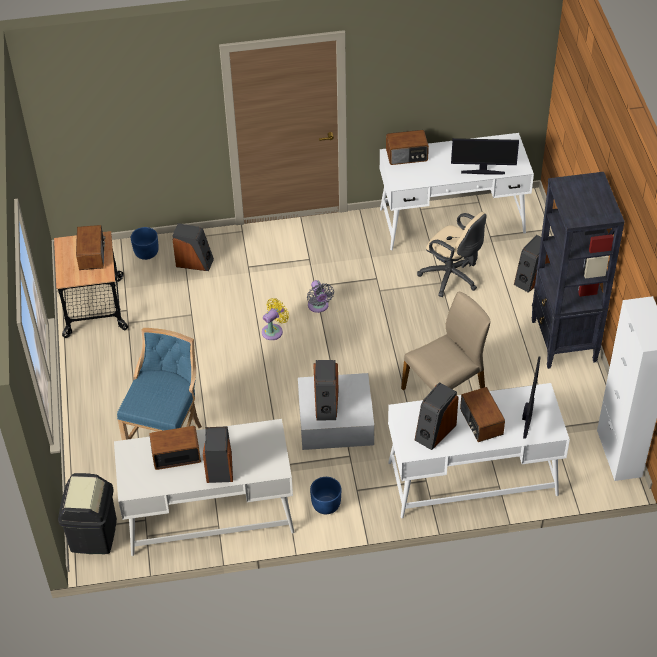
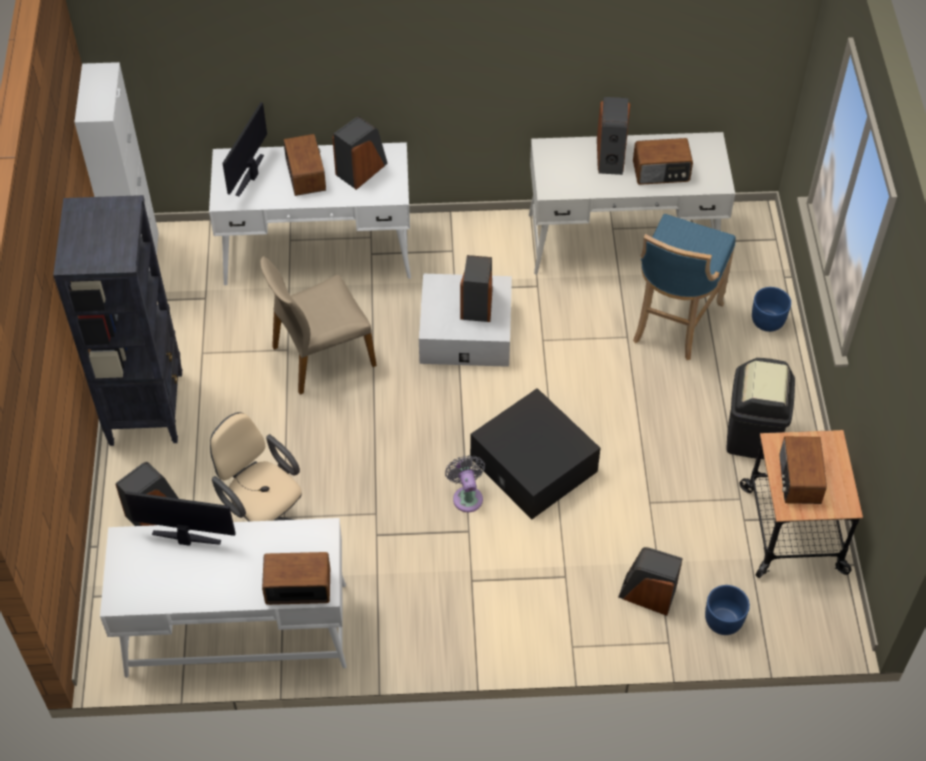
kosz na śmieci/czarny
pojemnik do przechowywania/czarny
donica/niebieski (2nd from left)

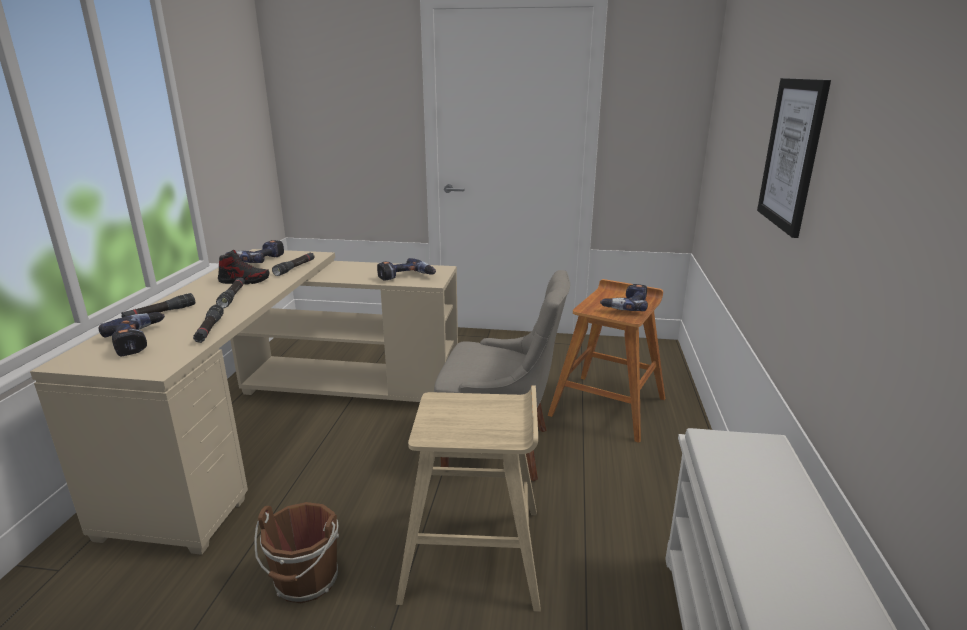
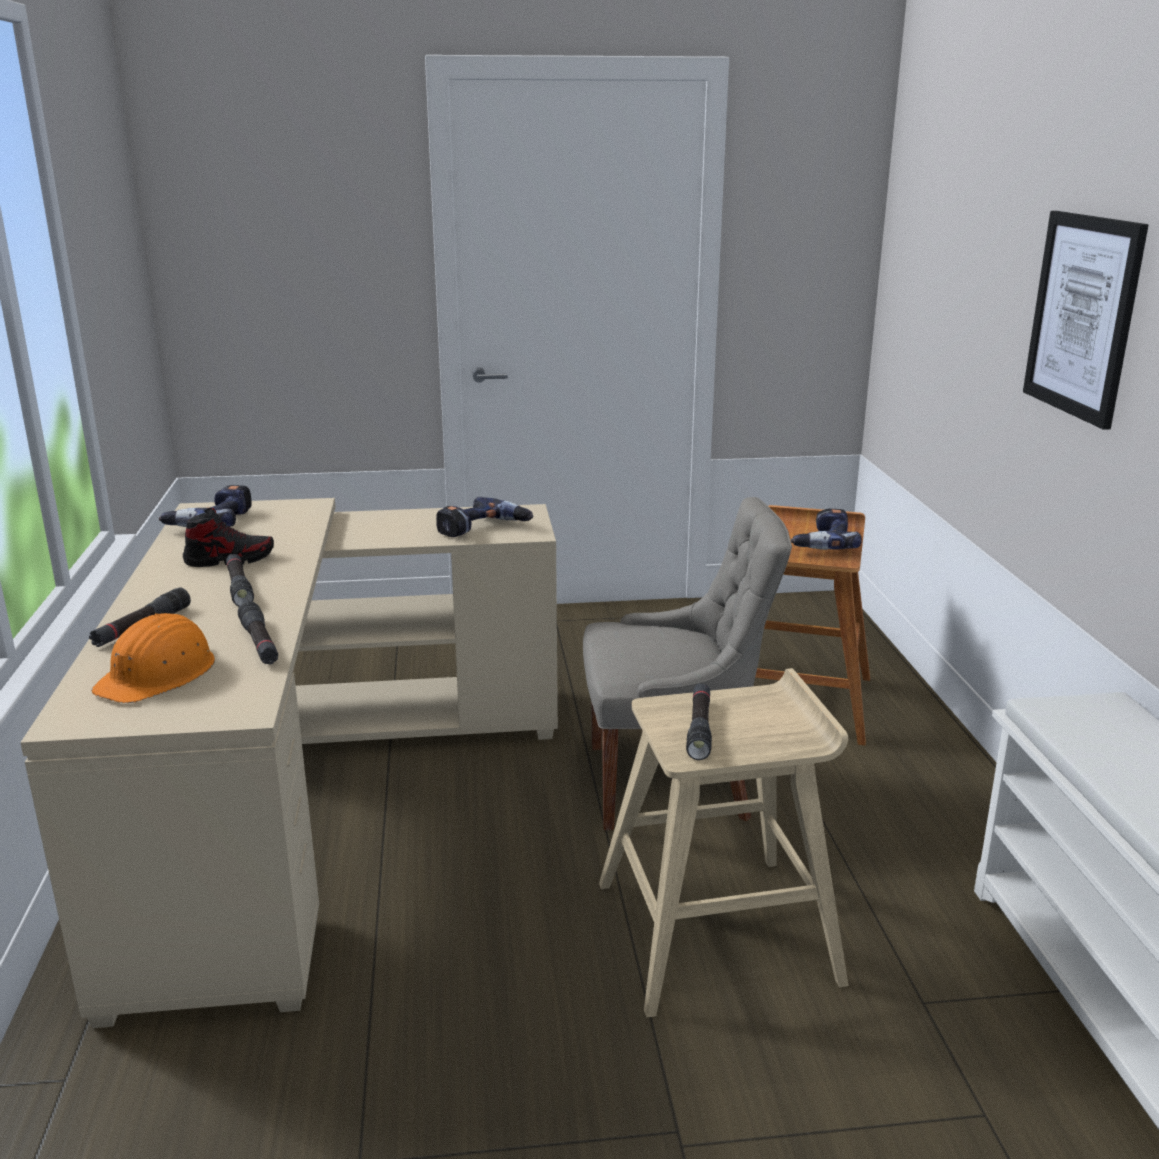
kask/pomarańczowy
wiadro/brązowy
latarka/czarny (4th from left)

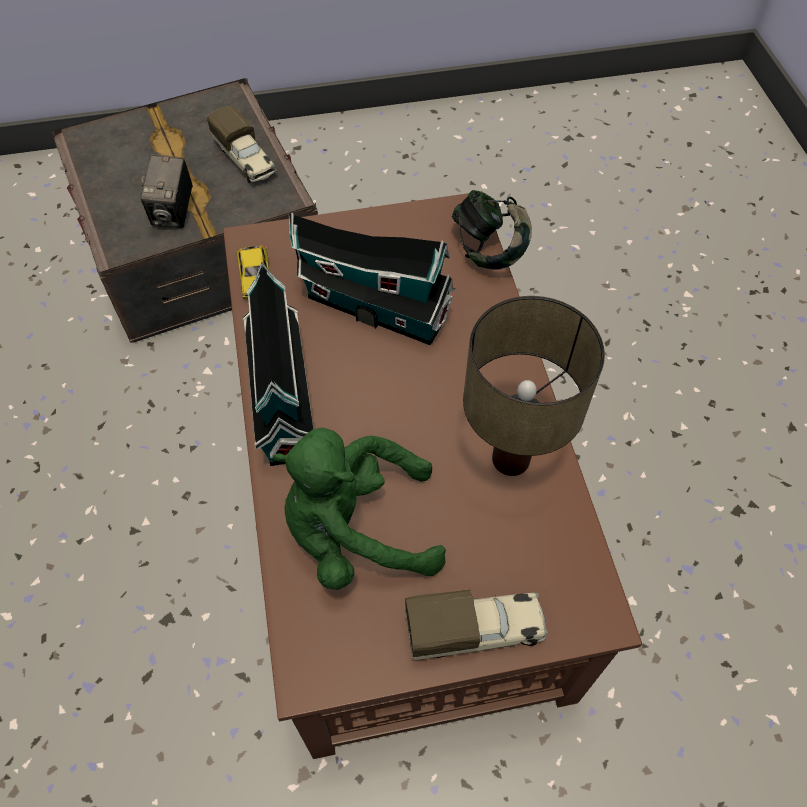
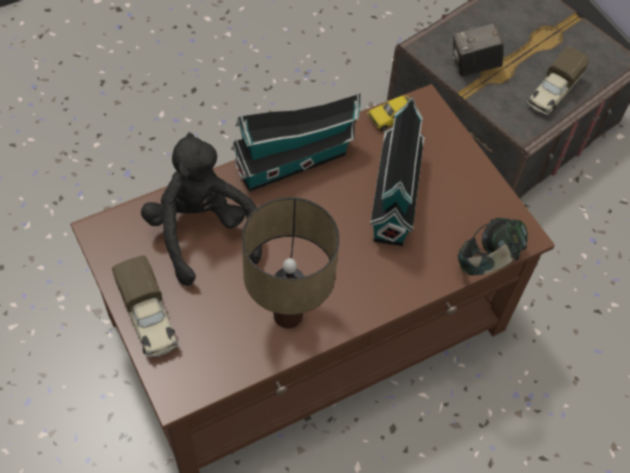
pluszak/czarny

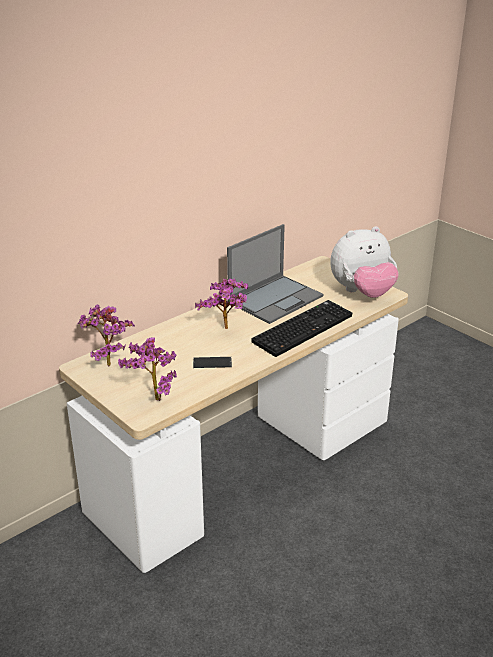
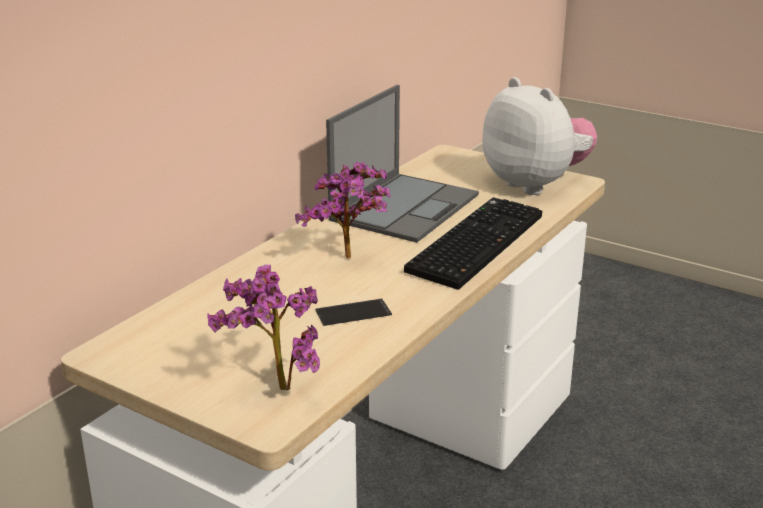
roślina doniczkowa (1st from left in the first image)
pluszak

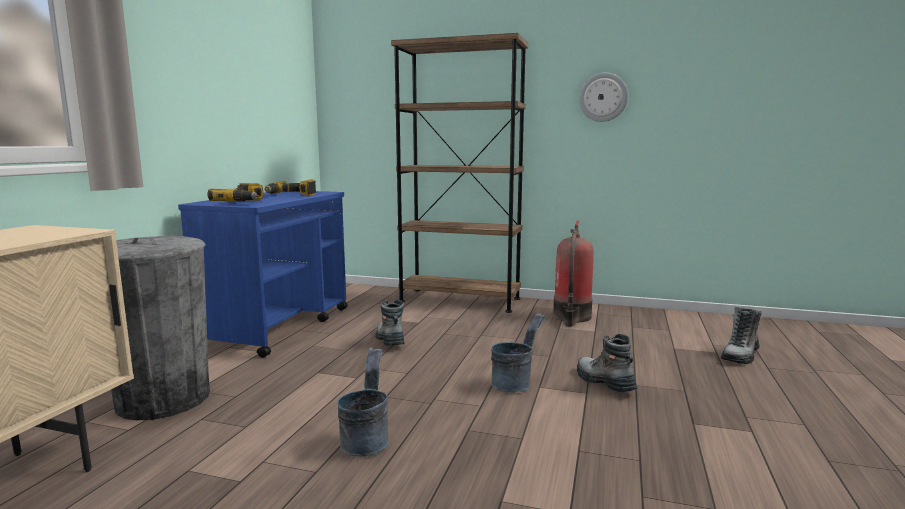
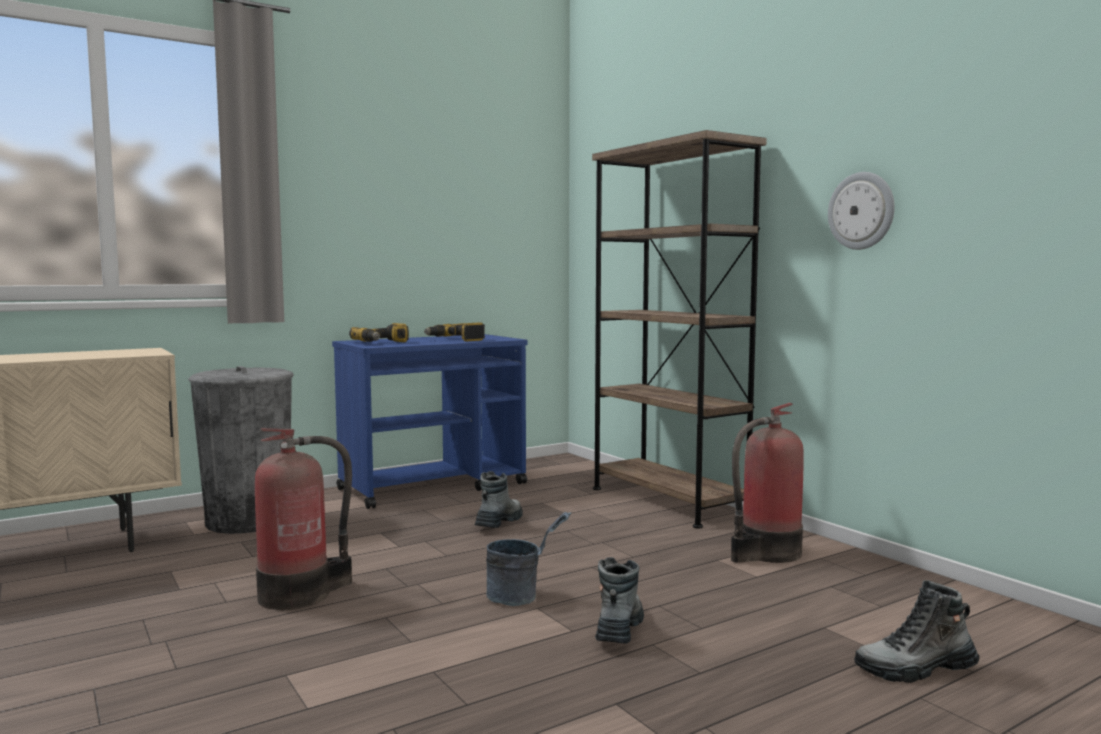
gaśnica (1st from left)

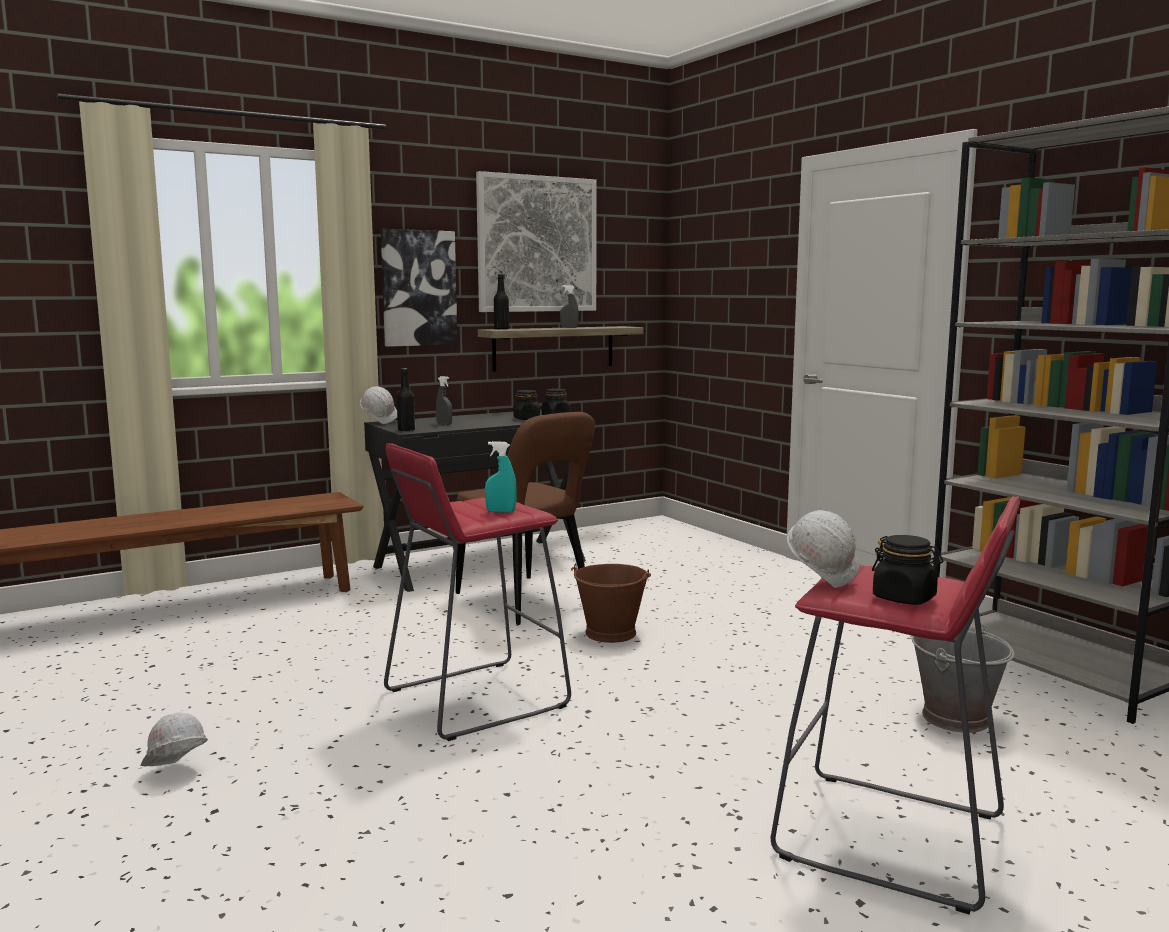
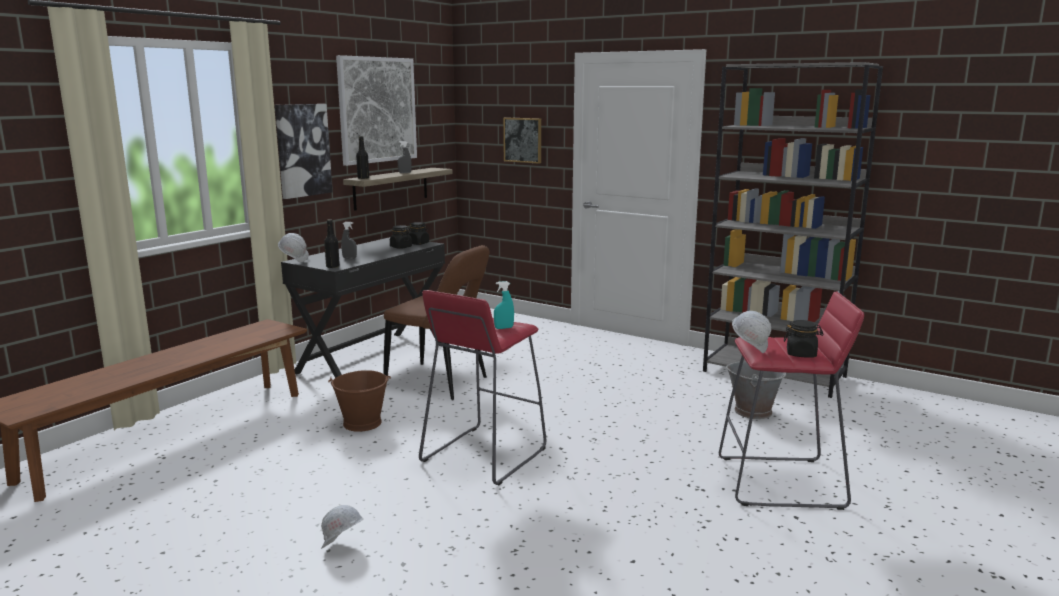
wiadro/brązowy
obraz (3rd from left)

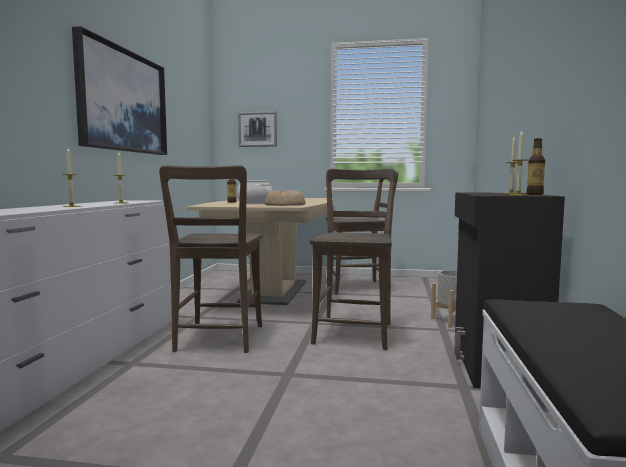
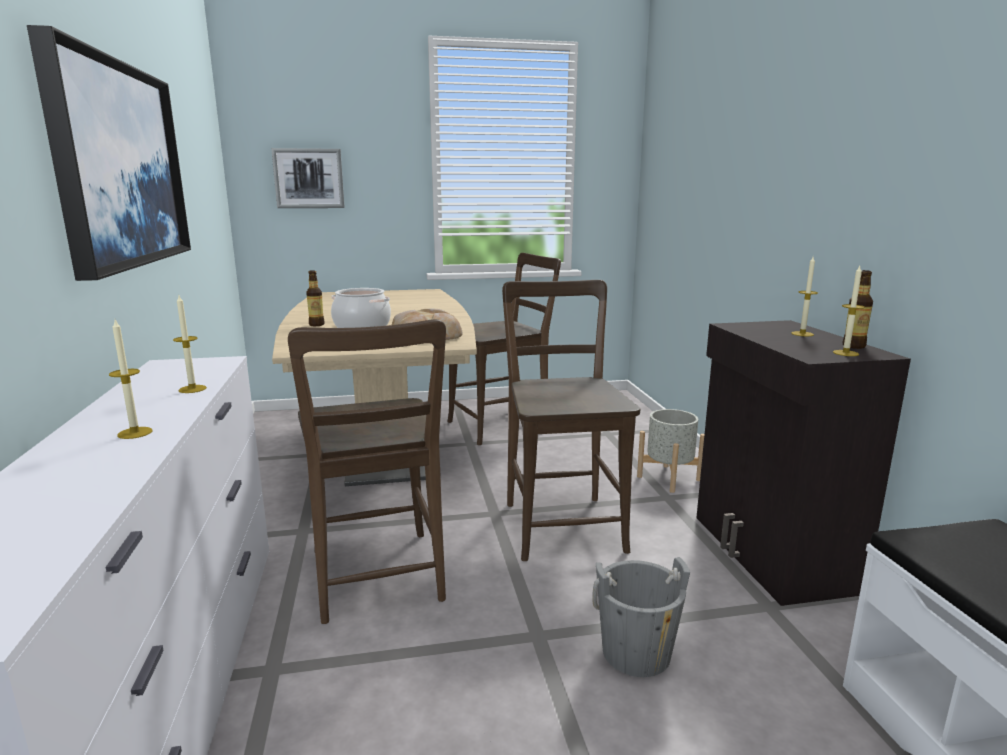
wiadro/szary

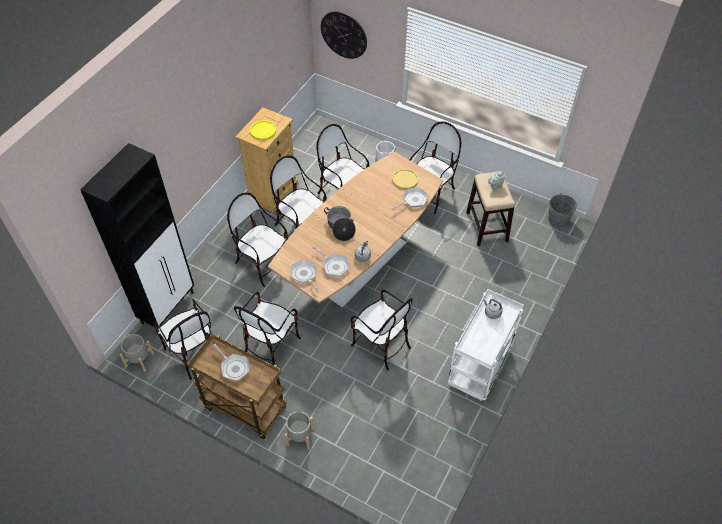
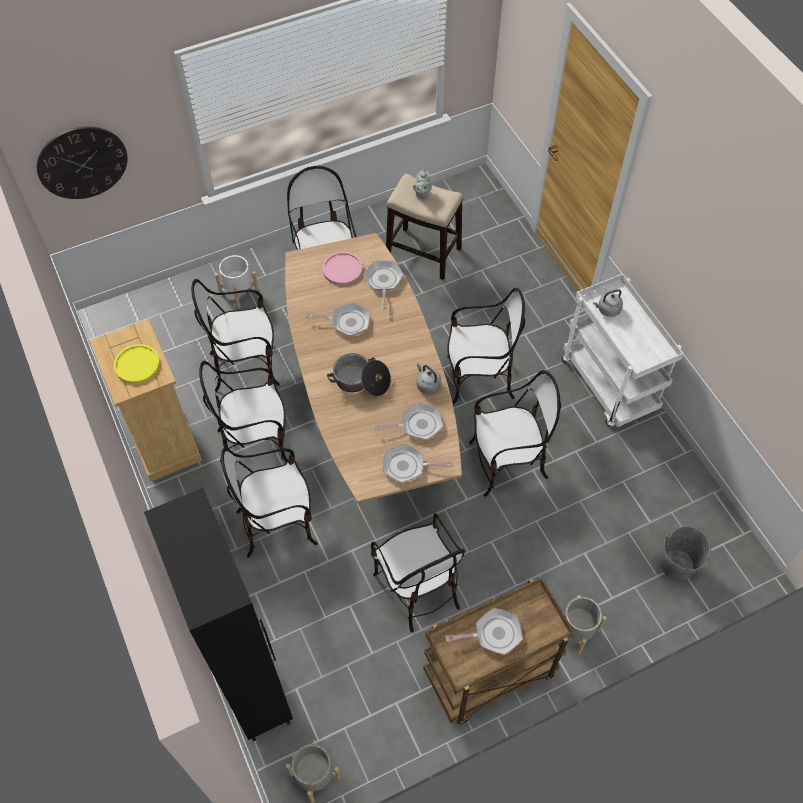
krzesło (6th from left)
talerz/różowy
wiadro/szary
patelnia (1st from left)

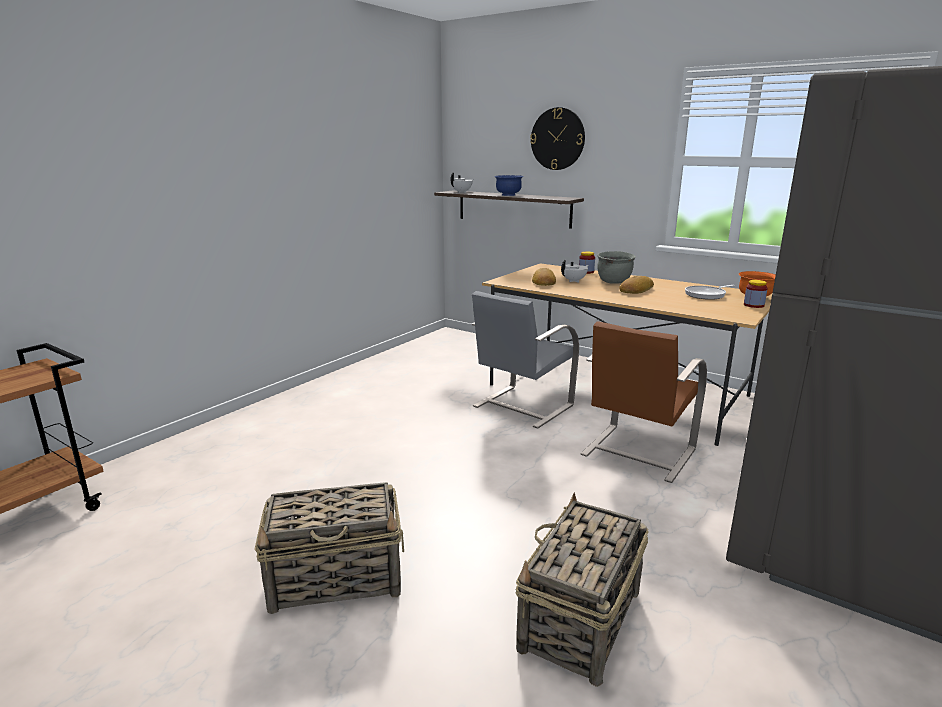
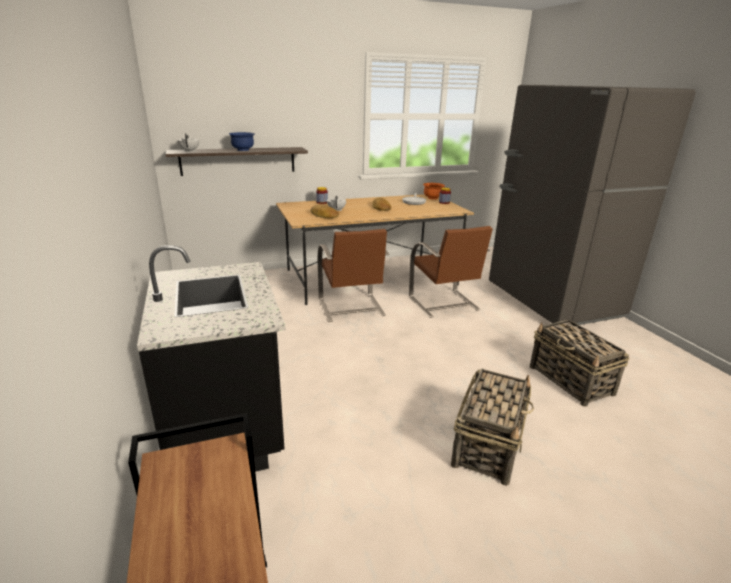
krzesło/brązowy (1st from left)
zegar ścienny
garnek/szary
zabudowa kuchenna/czarny

